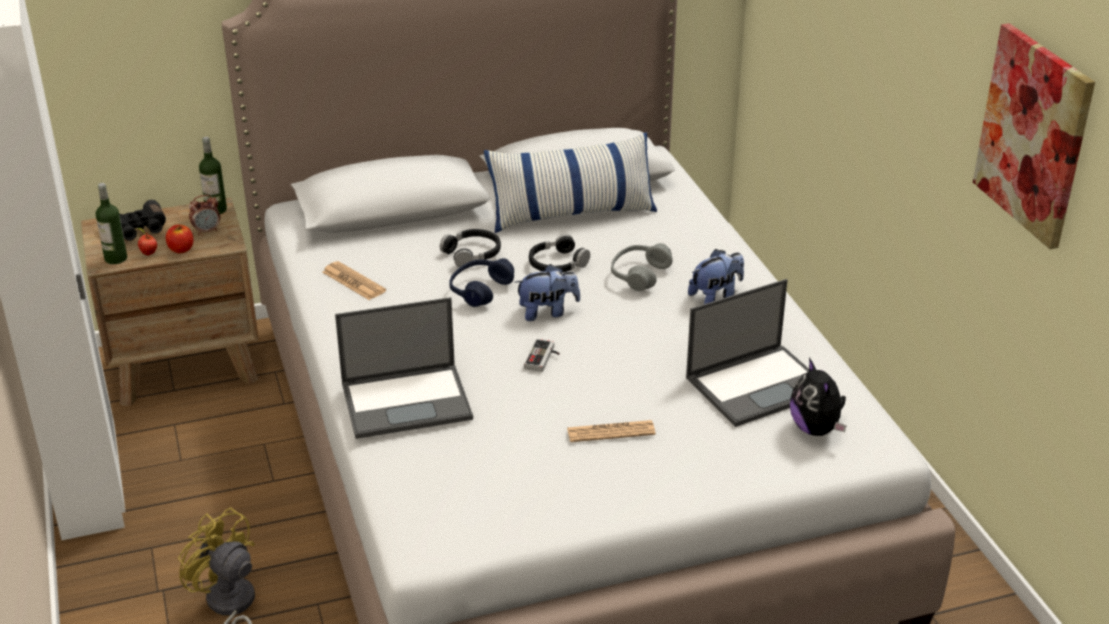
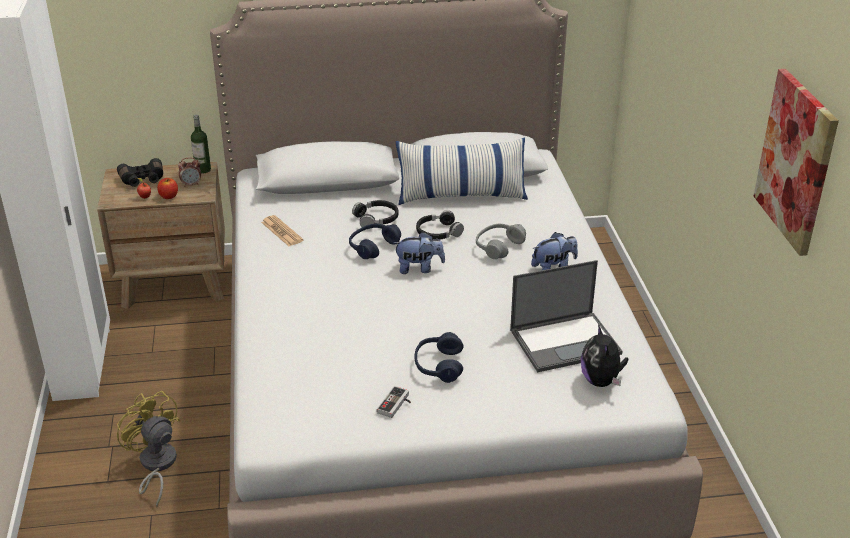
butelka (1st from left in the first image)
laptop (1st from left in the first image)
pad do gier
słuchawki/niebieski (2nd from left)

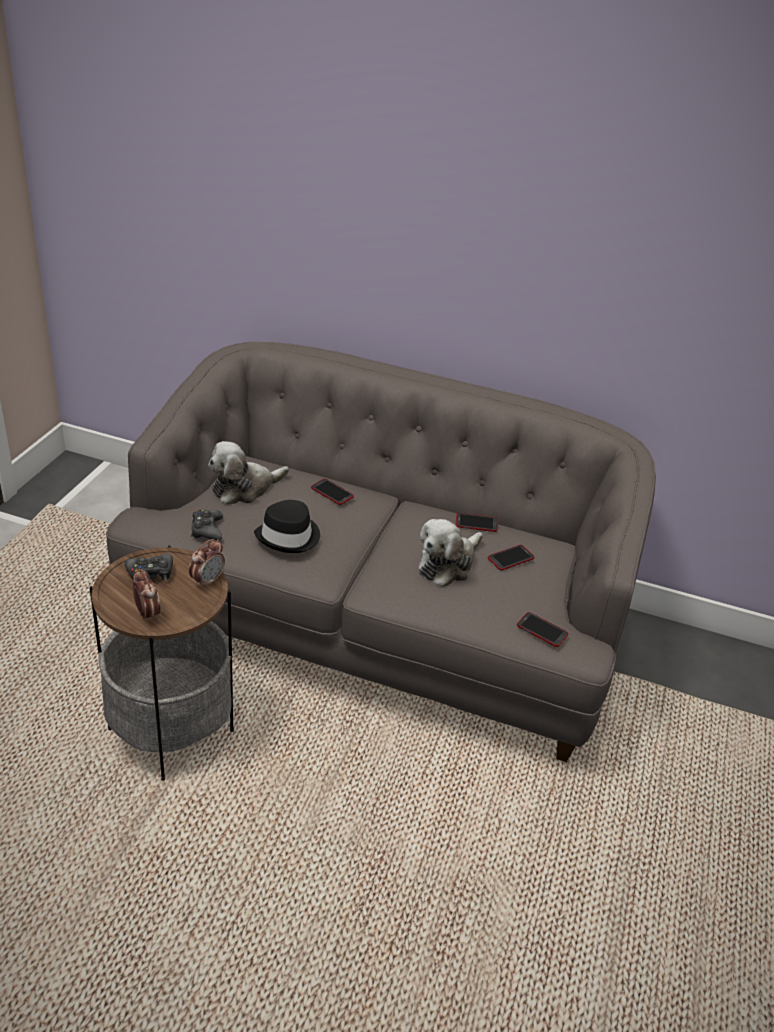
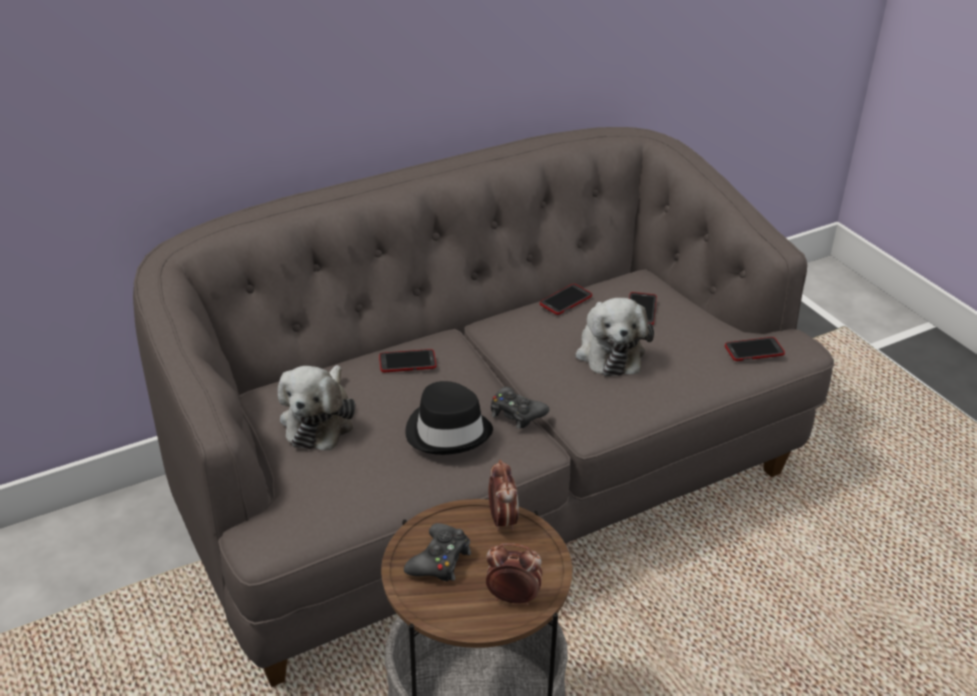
pad do gier/czarny (2nd from left)

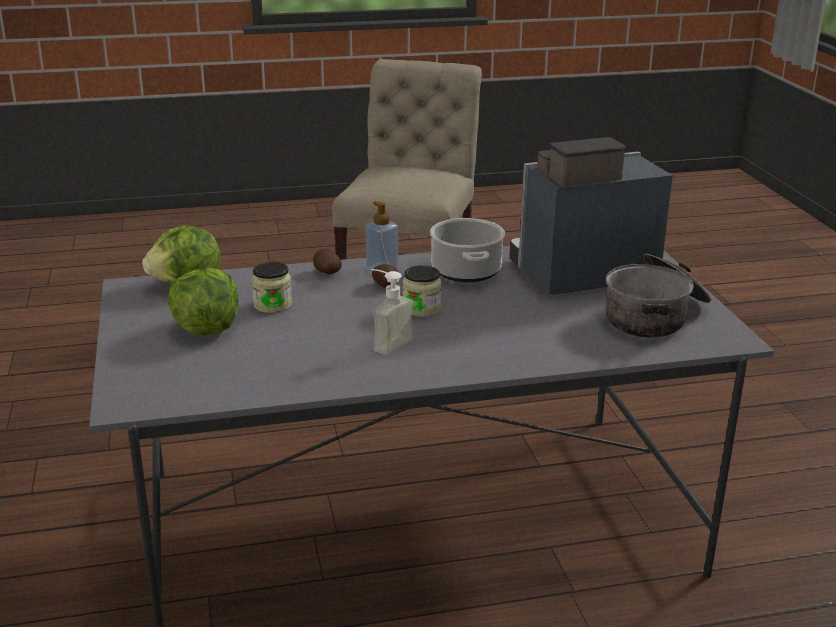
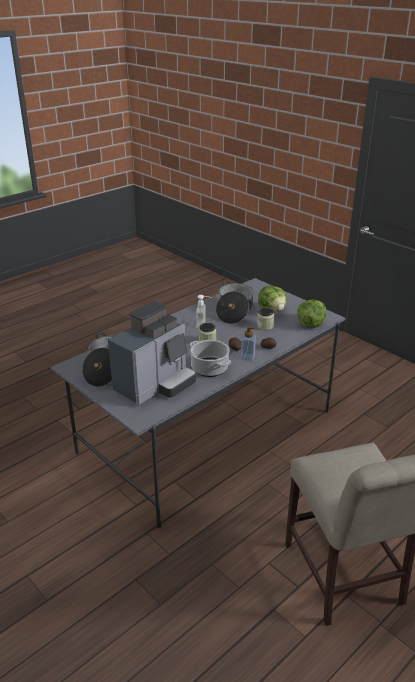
garnek (3rd from left)

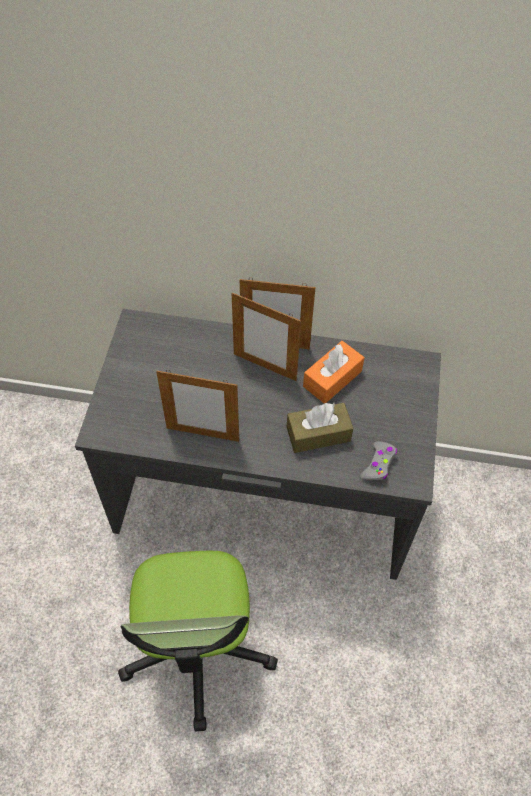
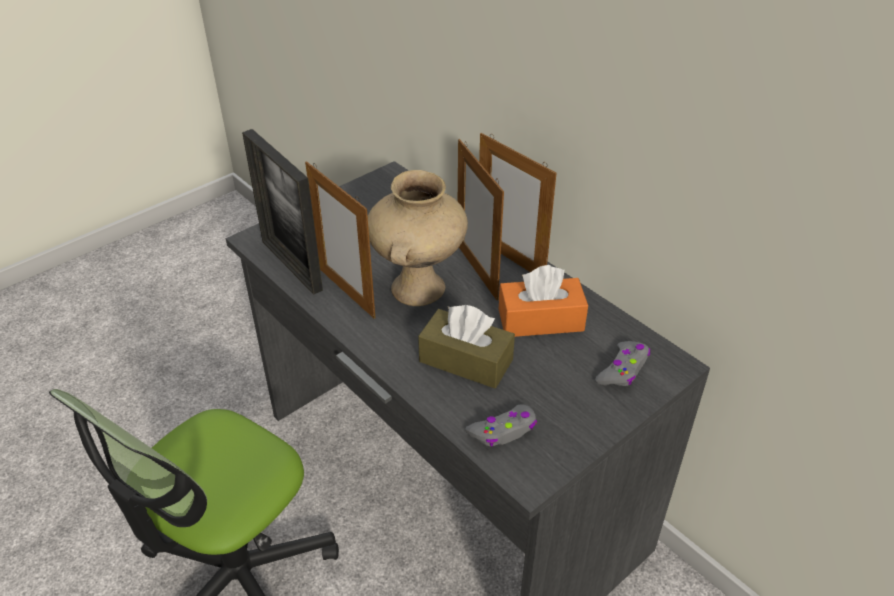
ramka na zdjęcie (1st from left)
wazon/beżowy
pad do gier/szary (2nd from left)

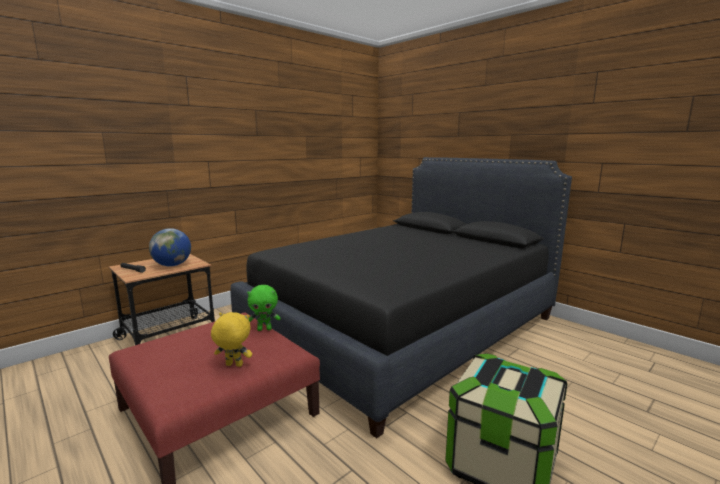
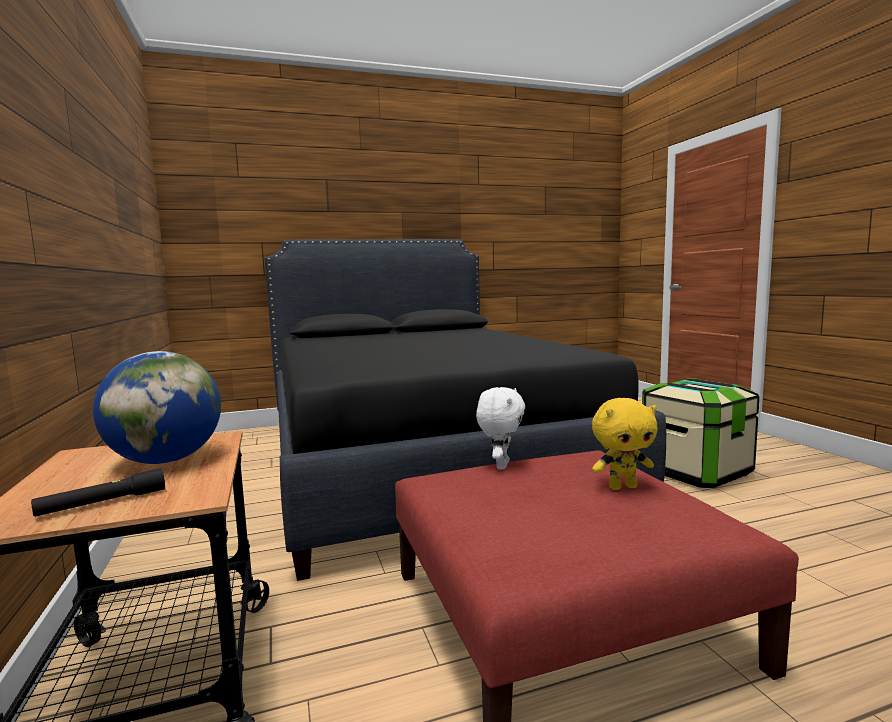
pluszak/żółty
pluszak/biały

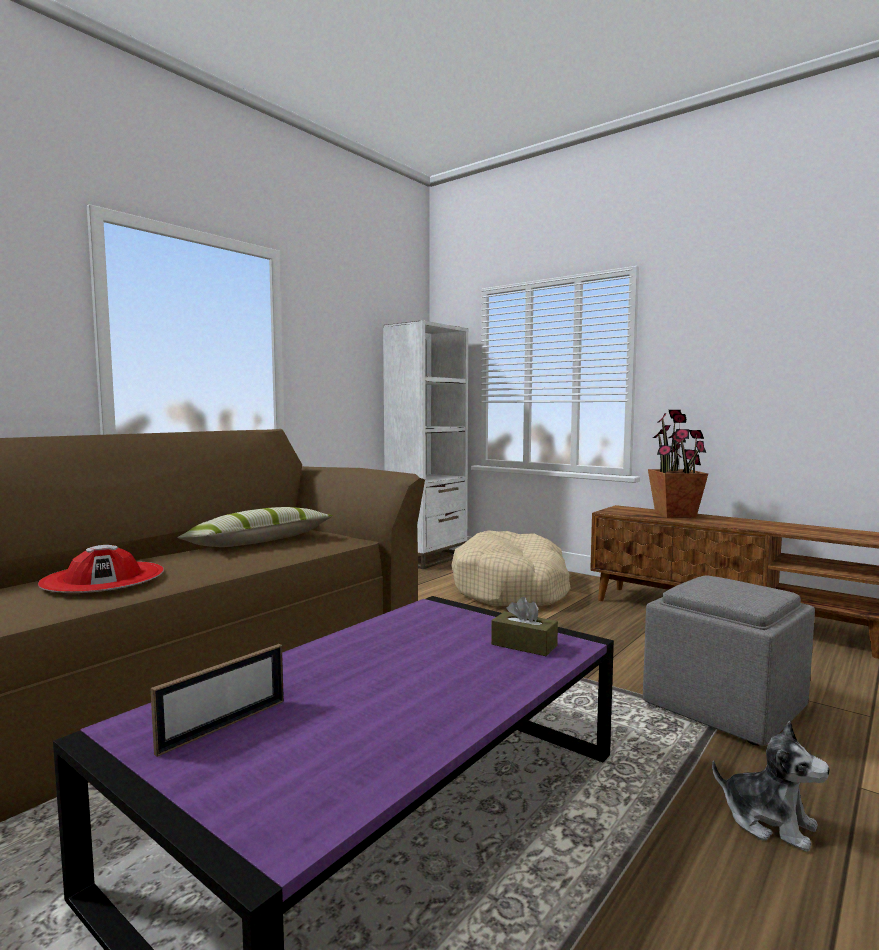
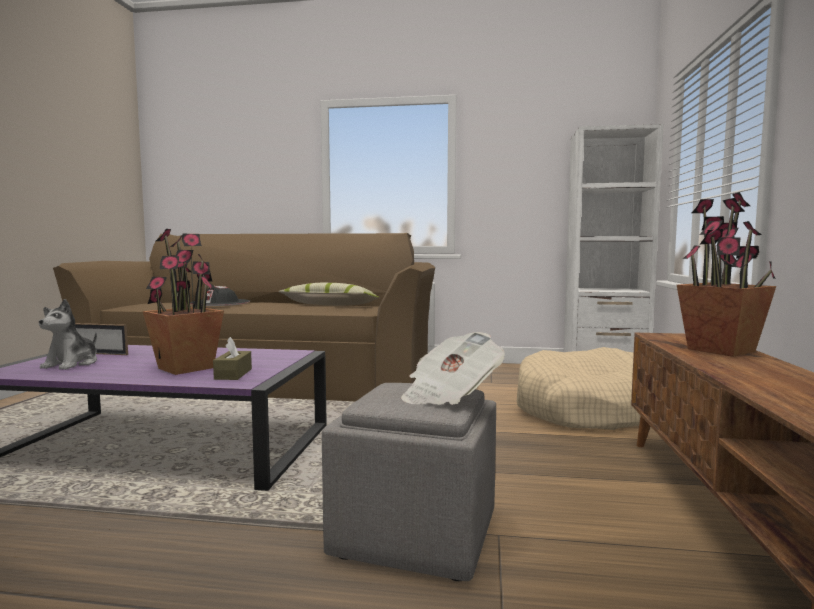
kapelusz/czarny
pluszak
roślina doniczkowa (1st from left)
gazeta

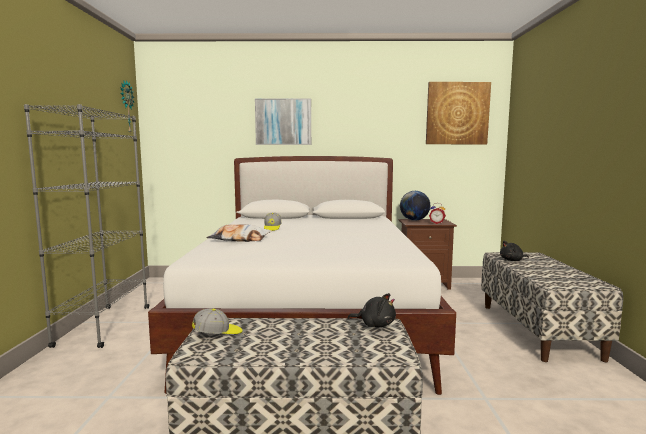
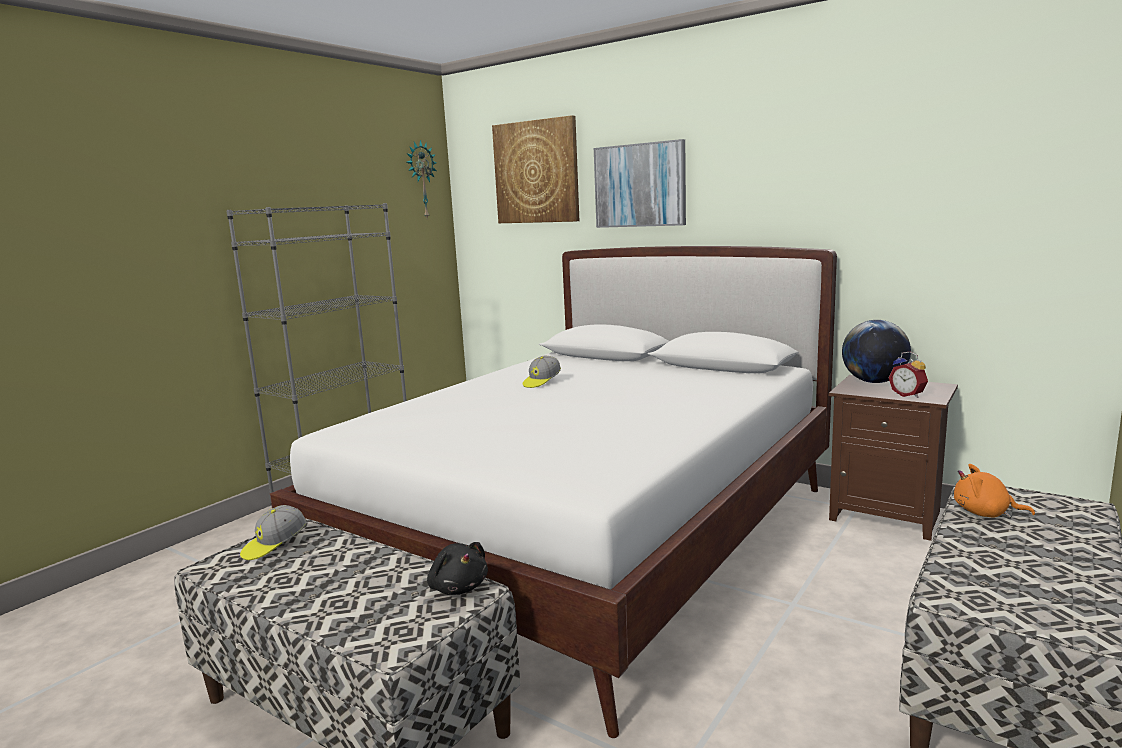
czapka z daszkiem (1st from left)
poduszka
obraz (1st from left)
pluszak/pomarańczowy

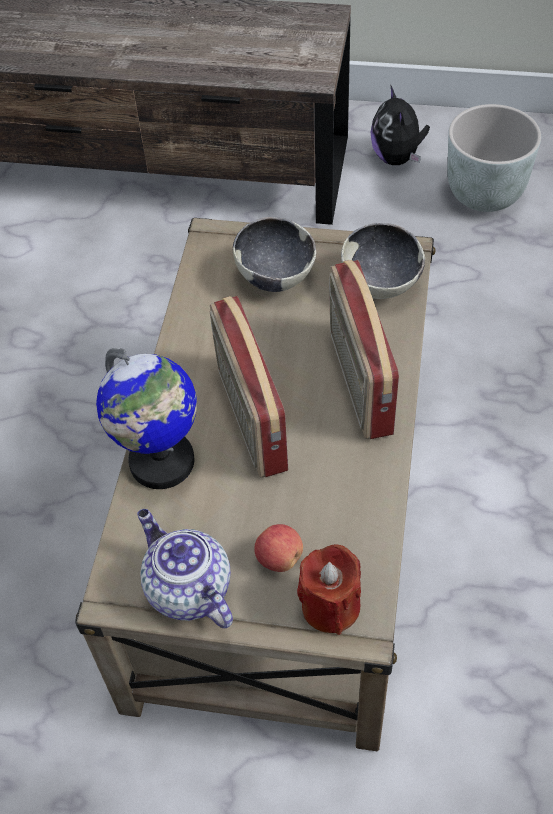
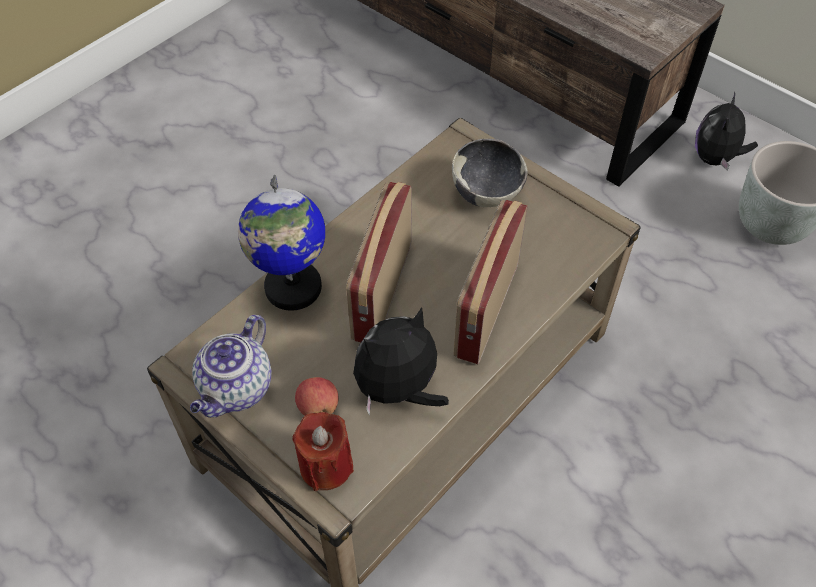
imbryk
miska (2nd from left in the first image)
pluszak (1st from left)

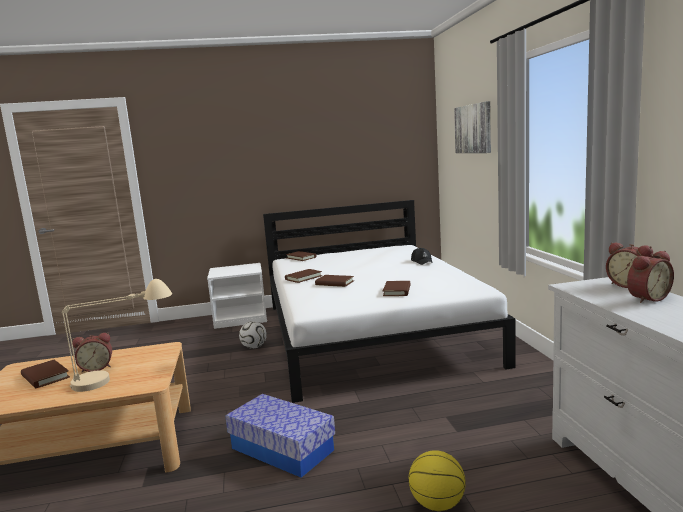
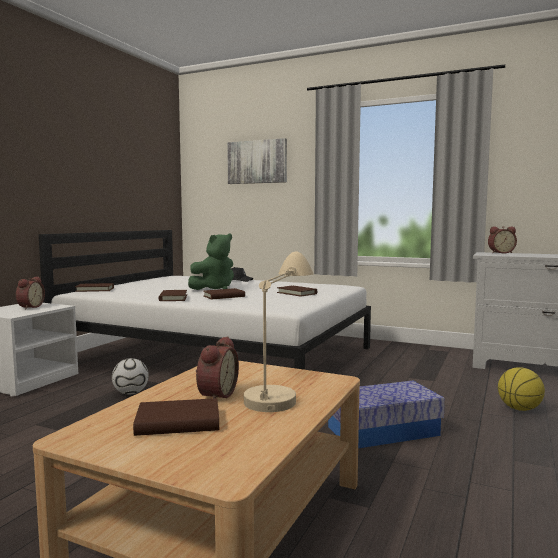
budzik (1st from left)
pluszak/zielony

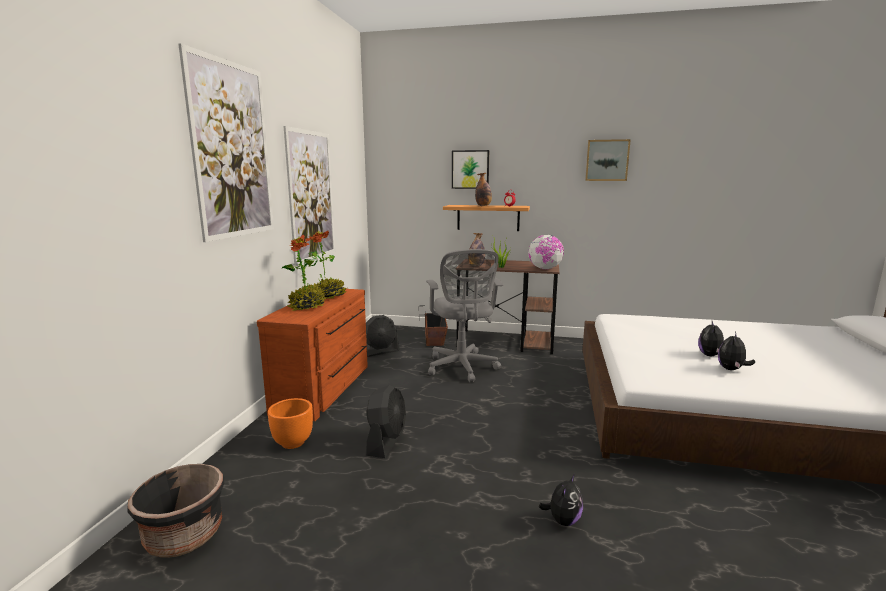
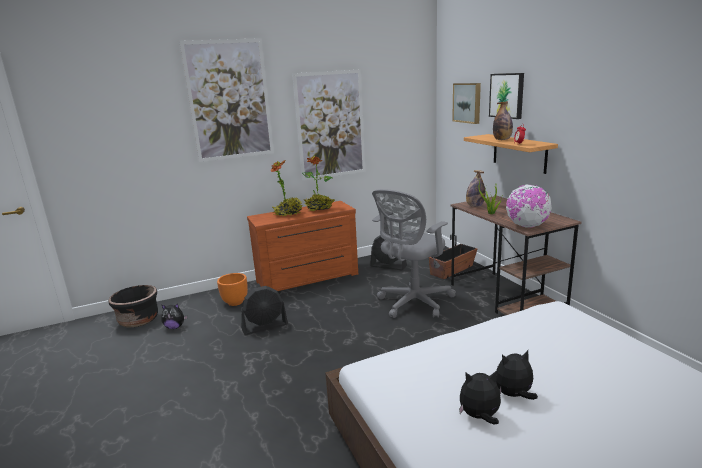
pluszak (1st from left)
obraz (3rd from left)

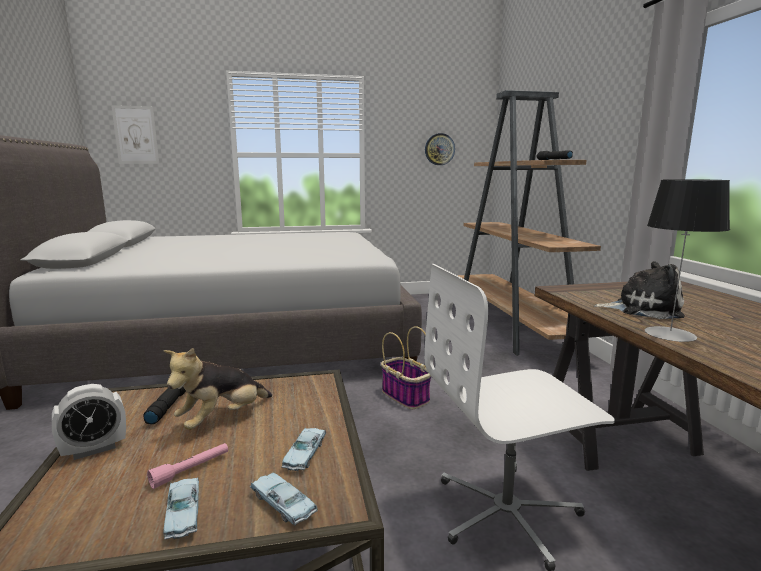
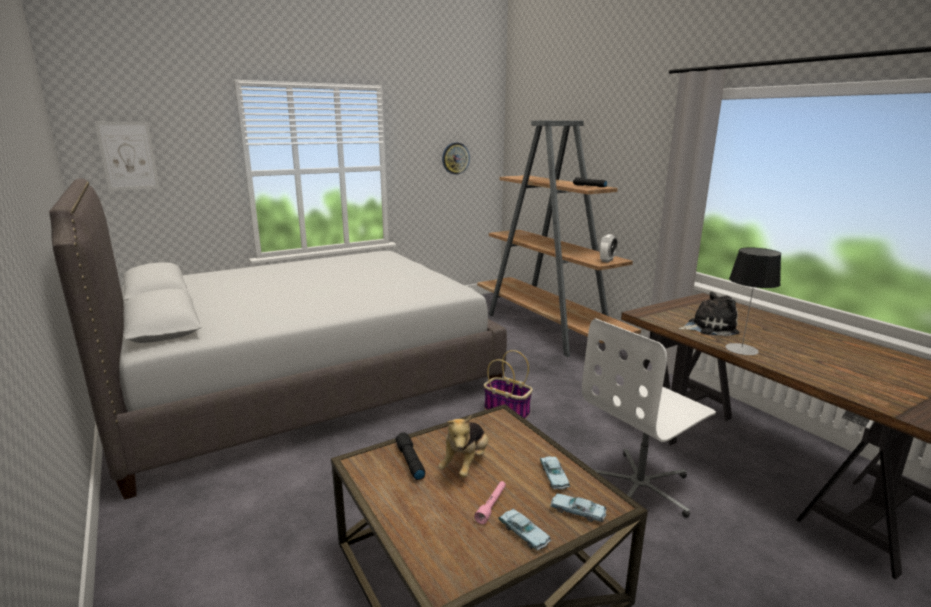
budzik

